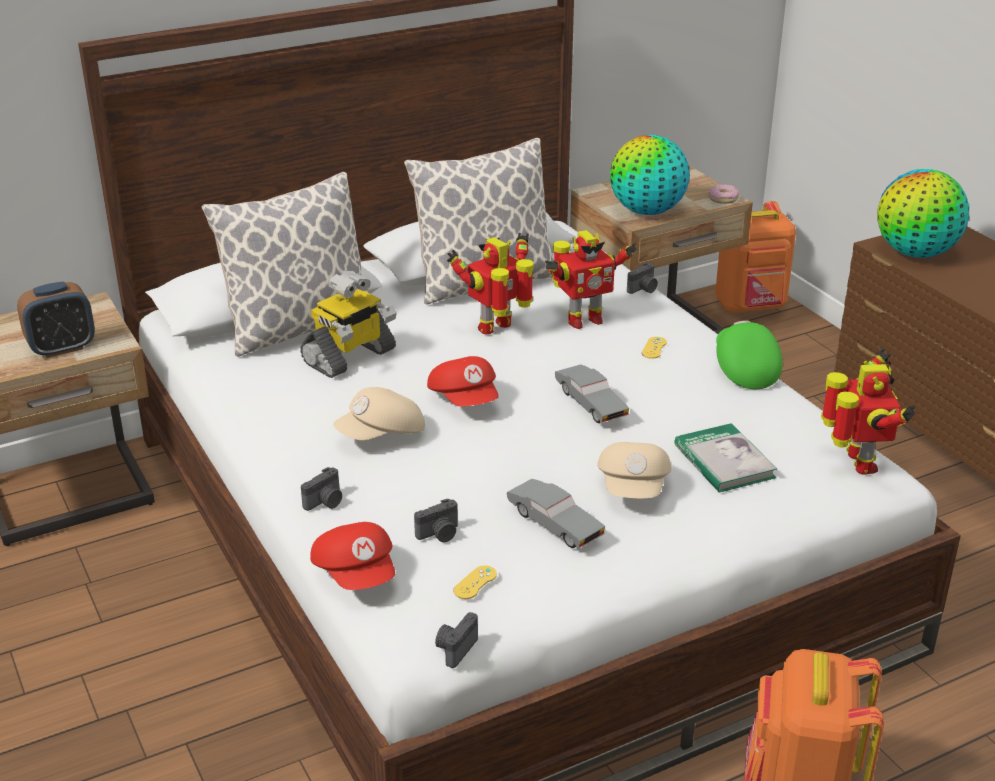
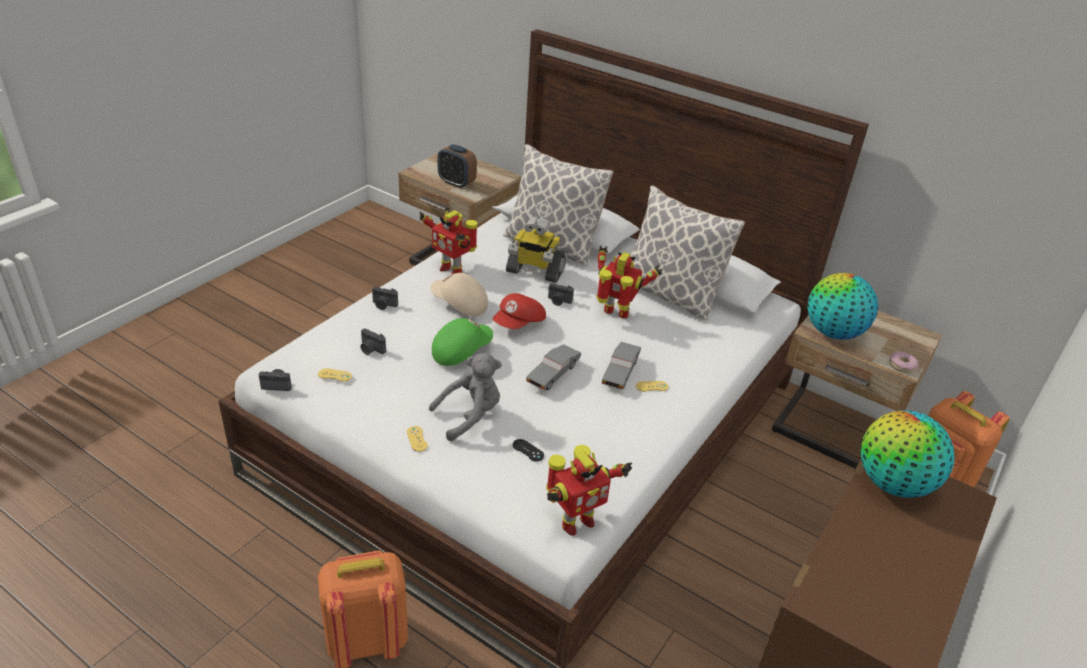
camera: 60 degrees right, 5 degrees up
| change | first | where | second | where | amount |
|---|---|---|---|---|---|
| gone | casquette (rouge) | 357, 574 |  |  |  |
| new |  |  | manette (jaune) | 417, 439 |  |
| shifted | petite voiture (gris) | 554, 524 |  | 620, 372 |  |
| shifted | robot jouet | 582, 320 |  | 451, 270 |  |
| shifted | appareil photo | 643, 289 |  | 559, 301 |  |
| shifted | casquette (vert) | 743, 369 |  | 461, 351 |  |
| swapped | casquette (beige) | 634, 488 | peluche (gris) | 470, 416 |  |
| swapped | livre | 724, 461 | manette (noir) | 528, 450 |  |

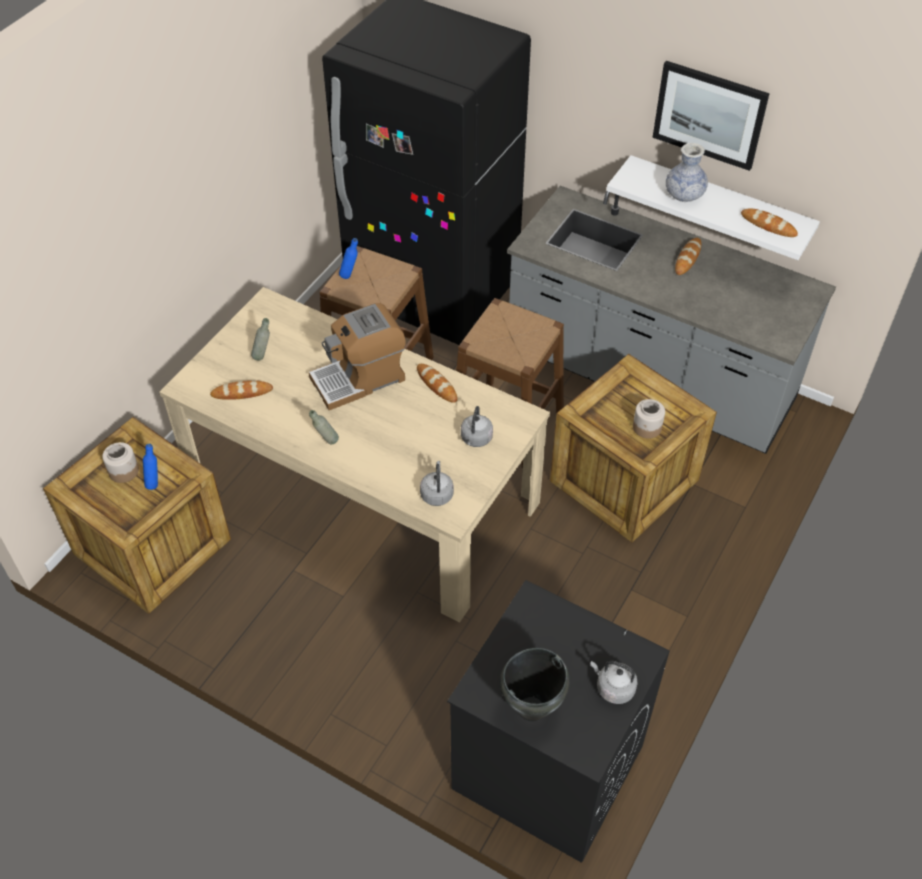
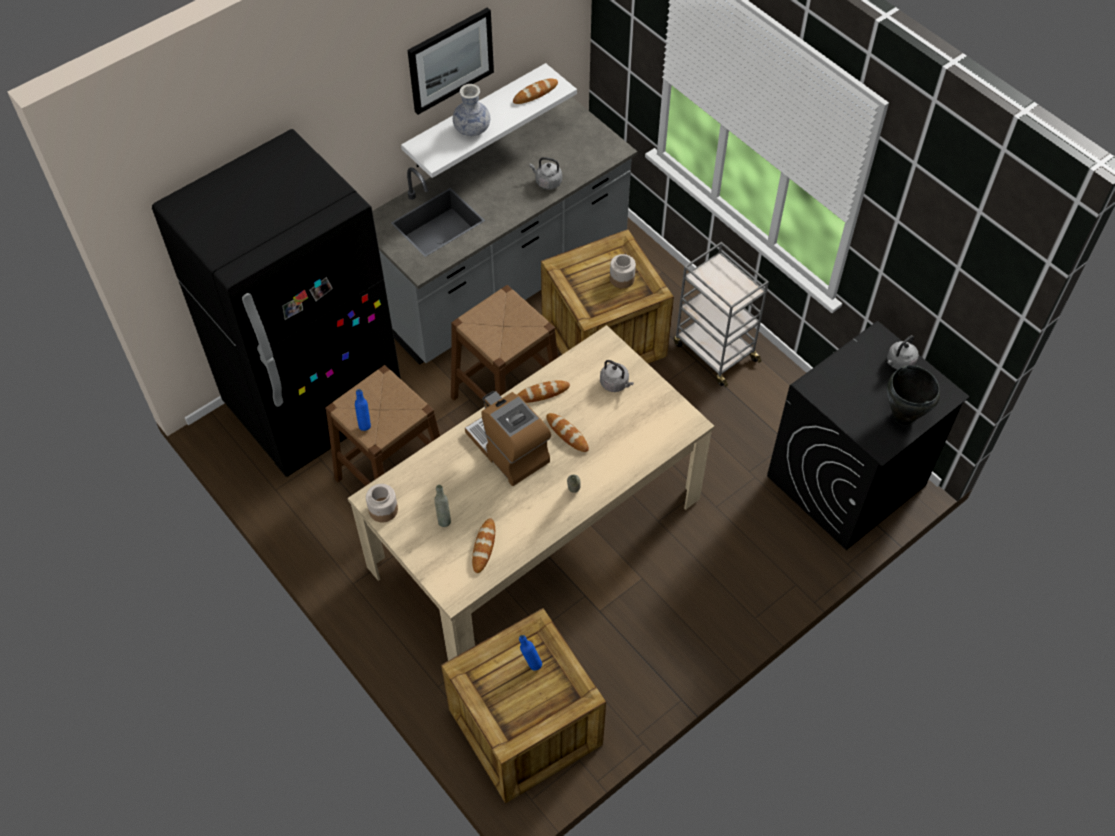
camera: 70 degrees left, 5 degrees up
| change | first | where | second | where | amount |
|---|---|---|---|---|---|
| new |  |  | chariot (gris) | 714, 351 |  |
| shifted | bocal | 124, 470 |  | 383, 509 |  |
| shifted | bouilloire (gris) | 437, 493 |  | 547, 182 |  |
| shifted | pain | 688, 258 |  | 567, 434 |  |
| rotated | machine à café | 359, 378 |  | 508, 449 | 150 degrees clockwise |

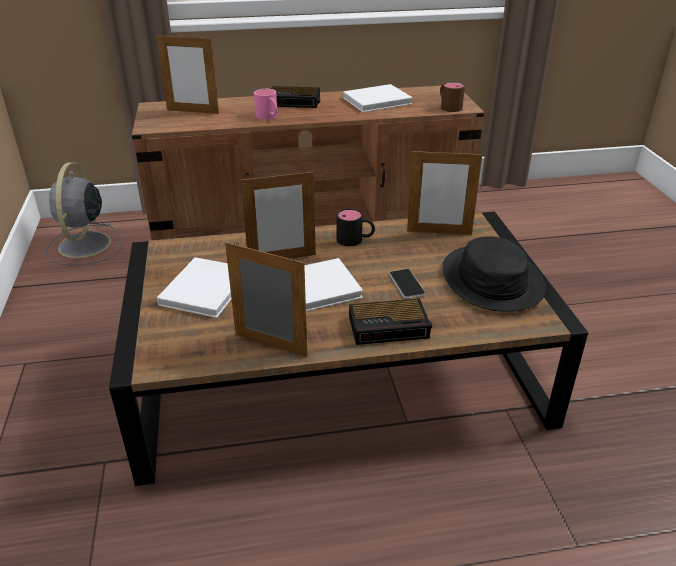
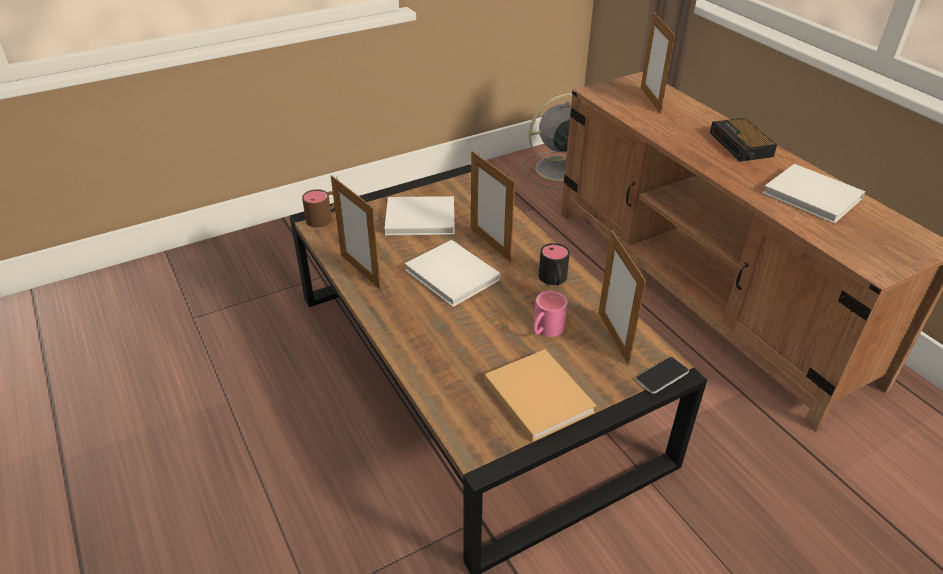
camera: 70 degrees right, 5 degrees up
| change | first | where | second | where | amount |
|---|---|---|---|---|---|
| gone | réveil | 390, 327 |  |  |  |
| shifted | mug (rose) | 269, 117 |  | 545, 330 |  |
| shifted | téléphone | 406, 284 |  | 662, 376 |  |
| shifted | mug (marron) | 448, 106 |  | 324, 217 |  |
| swapped | chapeau (noir) | 491, 280 | livre (beige) | 536, 394 |  |
| rotated | cadre photo | 270, 345 |  | 360, 271 | 135 degrees clockwise |

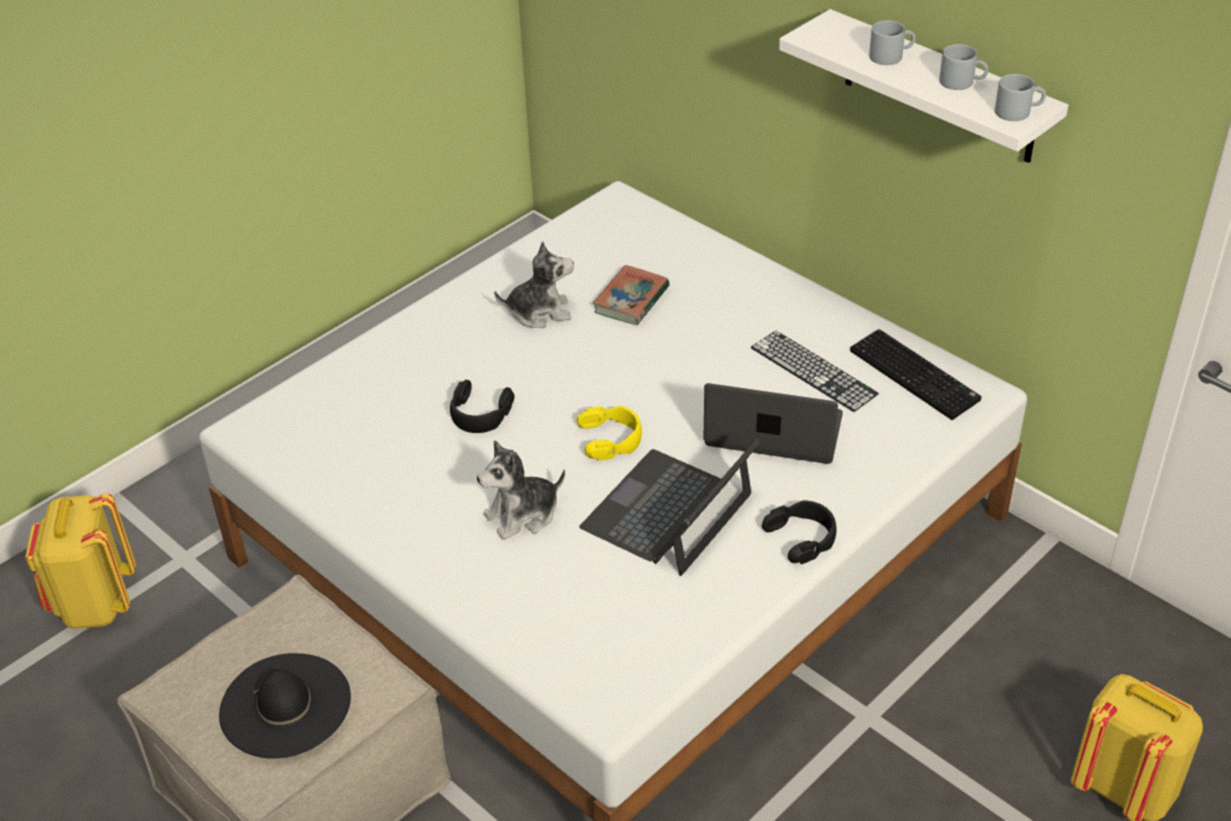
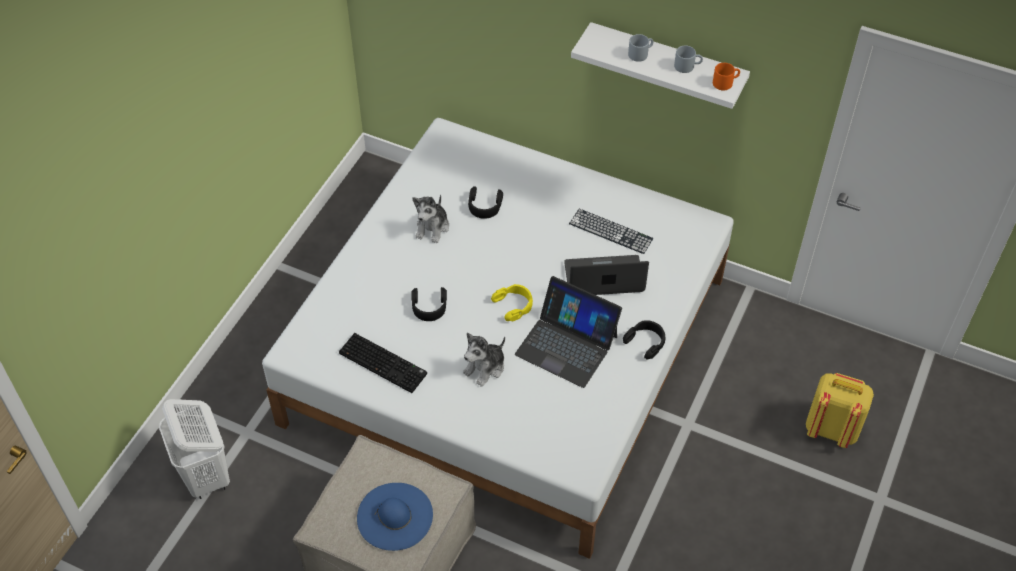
camera: 20 degrees left, 10 degrees up
| change | first | where | second | where | amount |
|---|---|---|---|---|---|
| shifted | clavier | 916, 375 |  | 384, 363 |  |
| swapped | sac à dos (jaune) | 95, 604 | panier à linge (blanc) | 206, 477 |  |
| swapped | livre | 631, 300 | casque audio (noir) | 484, 206 |  |
| repainted | chapeau (noir) | 285, 705 | chapeau (bleu) | 395, 516 |  |
| repainted | mug (gris) | 1018, 111 | mug (orange) | 725, 82 |  |
| rotated | peluche | 539, 312 |  | 432, 227 | 135 degrees clockwise |
| rotated | ordinateur portable | 669, 512 |  | 567, 345 | 75 degrees counterclockwise |

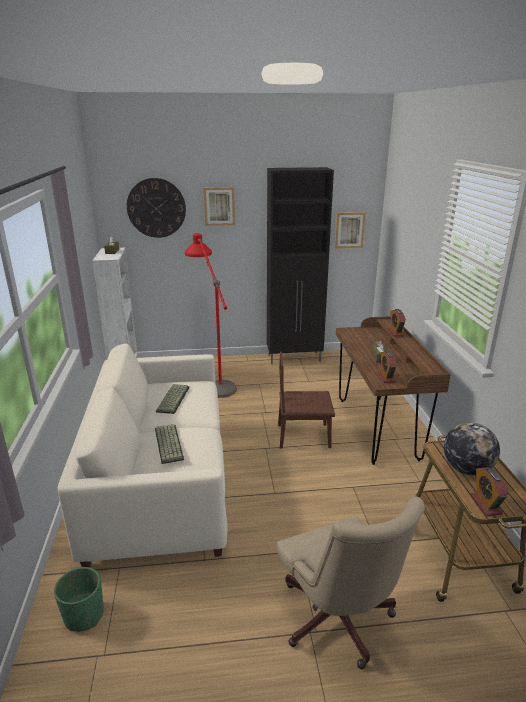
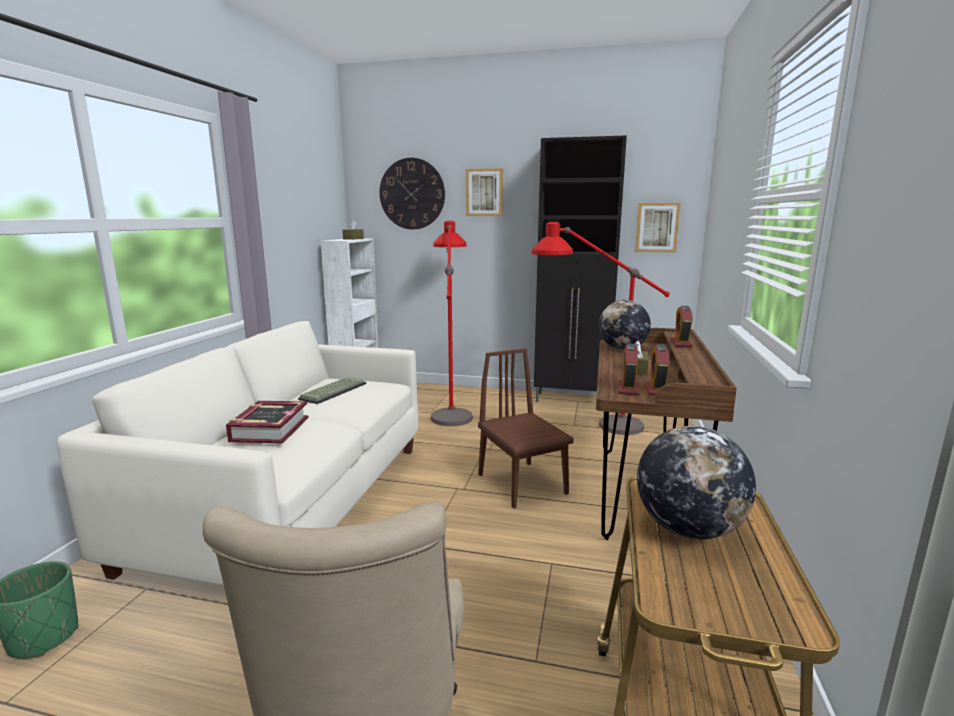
camera: 20 degrees right, 10 degrees down
| change | first | where | second | where | amount |
|---|---|---|---|---|---|
| new |  |  | lampadaire (rouge) | 591, 428 |  |
| new |  |  | globe | 622, 349 |  |
| shifted | réveil | 486, 504 |  | 657, 390 |  |
| swapped | clavier | 167, 443 | livre | 269, 429 |  |
| rotated | chaise (marron) | 303, 436 |  | 522, 484 | 45 degrees clockwise |

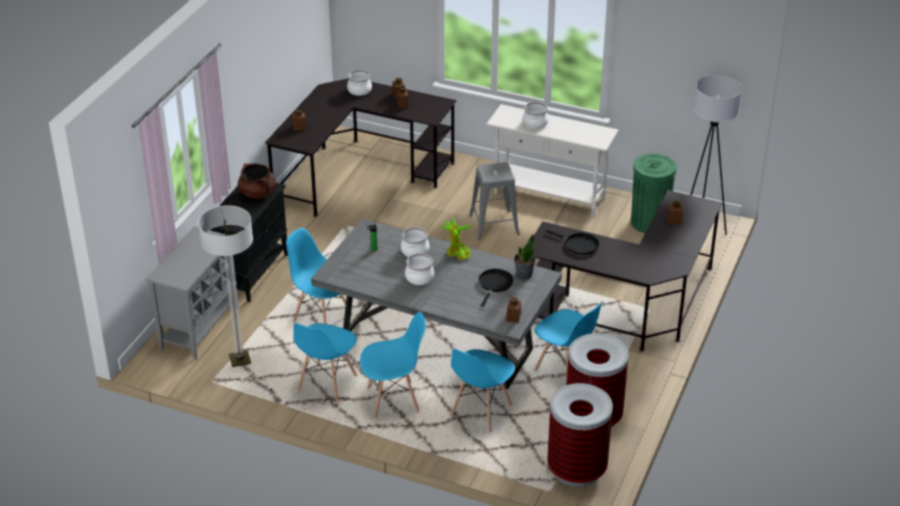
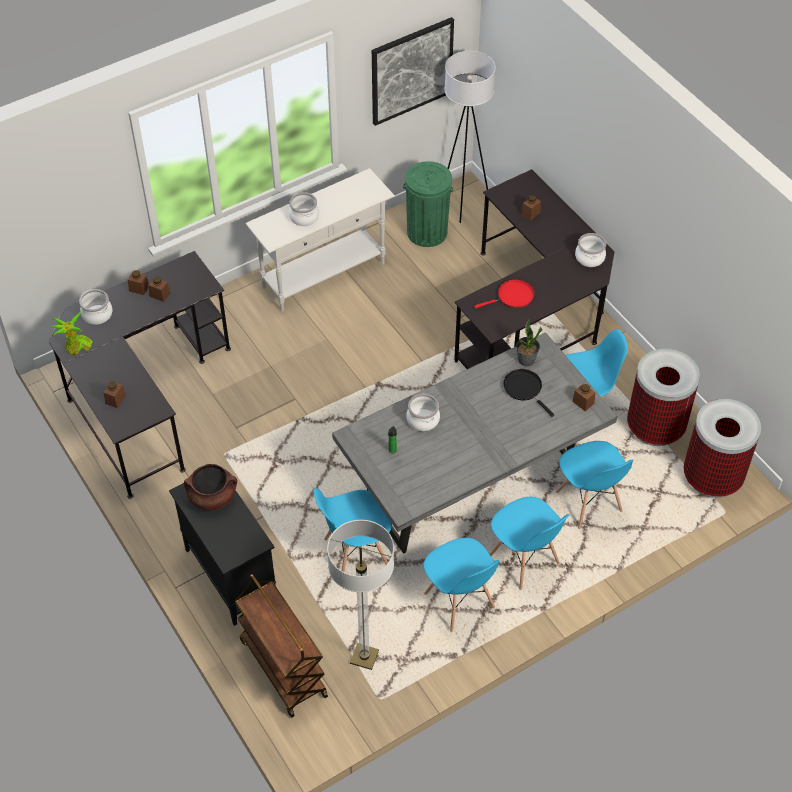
camera: 55 degrees left, 15 degrees up
| change | first | where | second | where | amount |
|---|---|---|---|---|---|
| gone | tabouret (gris) | 494, 224 |  |  |  |
| new |  |  | tableau | 411, 71 |  |
| shifted | marmite | 419, 277 |  | 589, 258 |  |
| shifted | plante en pot | 457, 254 |  | 76, 347 |  |
| swapped | meuble de rangement (gris) | 200, 327 | chariot (marron) | 282, 667 |  |
| repainted | poêle (noir) | 579, 245 | poêle (rouge) | 513, 297 |  |
| rotated | chaise (bleu) | 393, 400 |  | 524, 560 | 120 degrees clockwise |

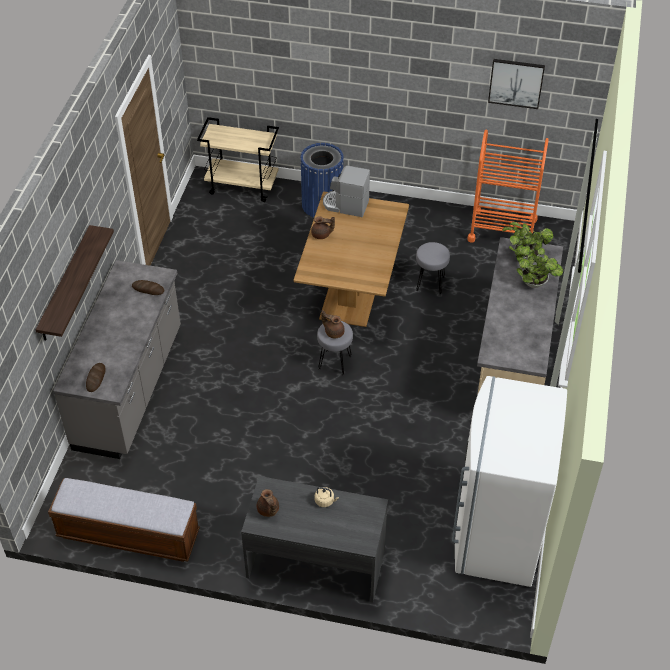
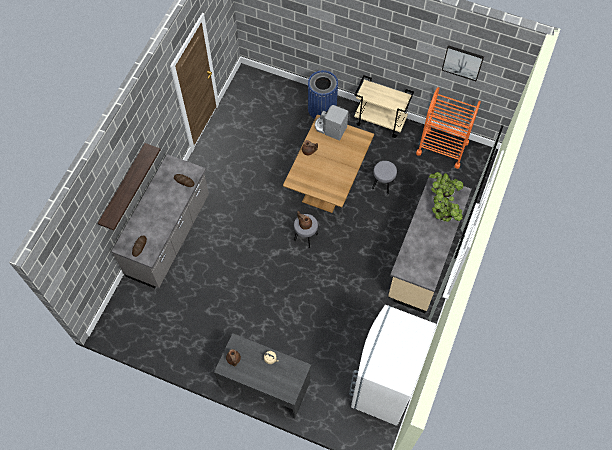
camera: 10 degrees right, 15 degrees up
| change | first | where | second | where | amount |
|---|---|---|---|---|---|
| gone | banc | 128, 534 |  |  |  |
| shifted | chariot (beige) | 243, 186 |  | 380, 121 |  |

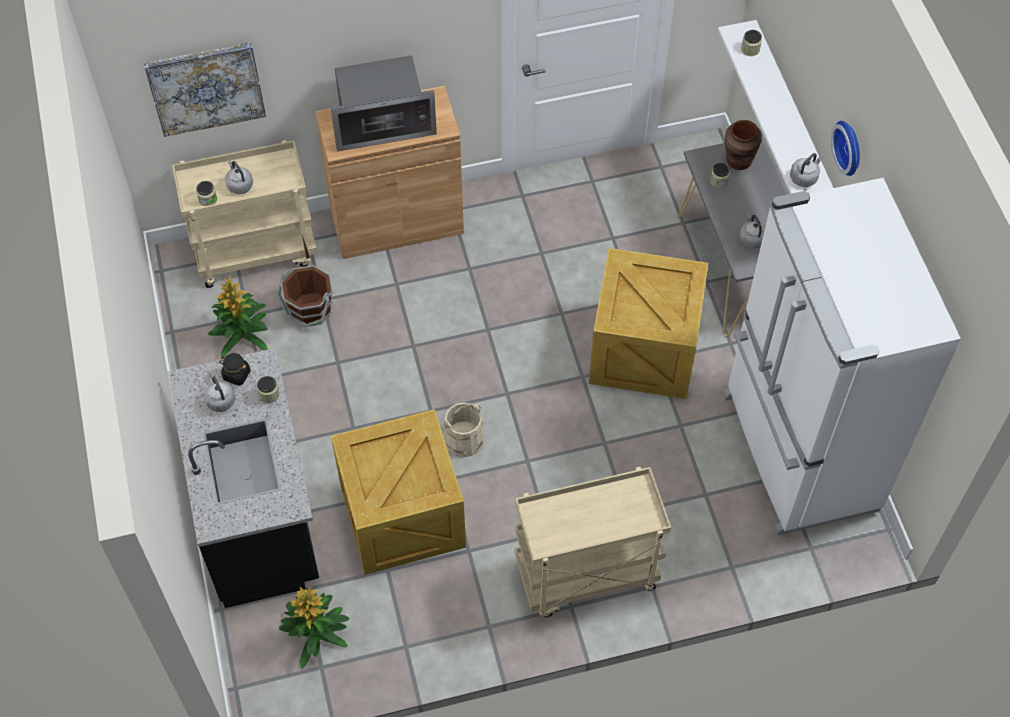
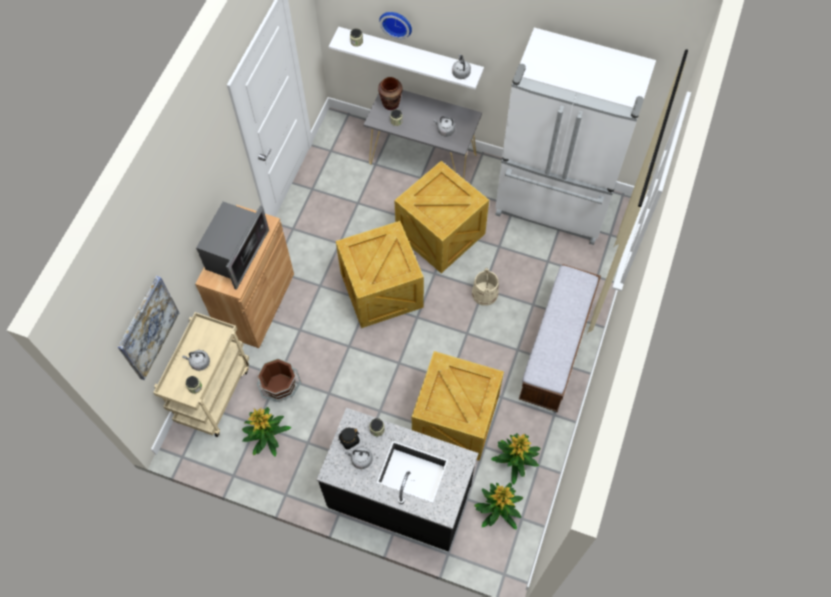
camera: 55 degrees left, 5 degrees up
| change | first | where | second | where | amount |
|---|---|---|---|---|---|
| new |  |  | caisse | 382, 289 |  |
| new |  |  | plante en pot | 515, 459 |  |
| shifted | seau (beige) | 464, 439 |  | 485, 293 |  |
| shifted | horloge murale | 850, 147 |  | 396, 22 |  |
| swapped | chariot (beige) | 585, 575 | banc | 556, 348 |  |

